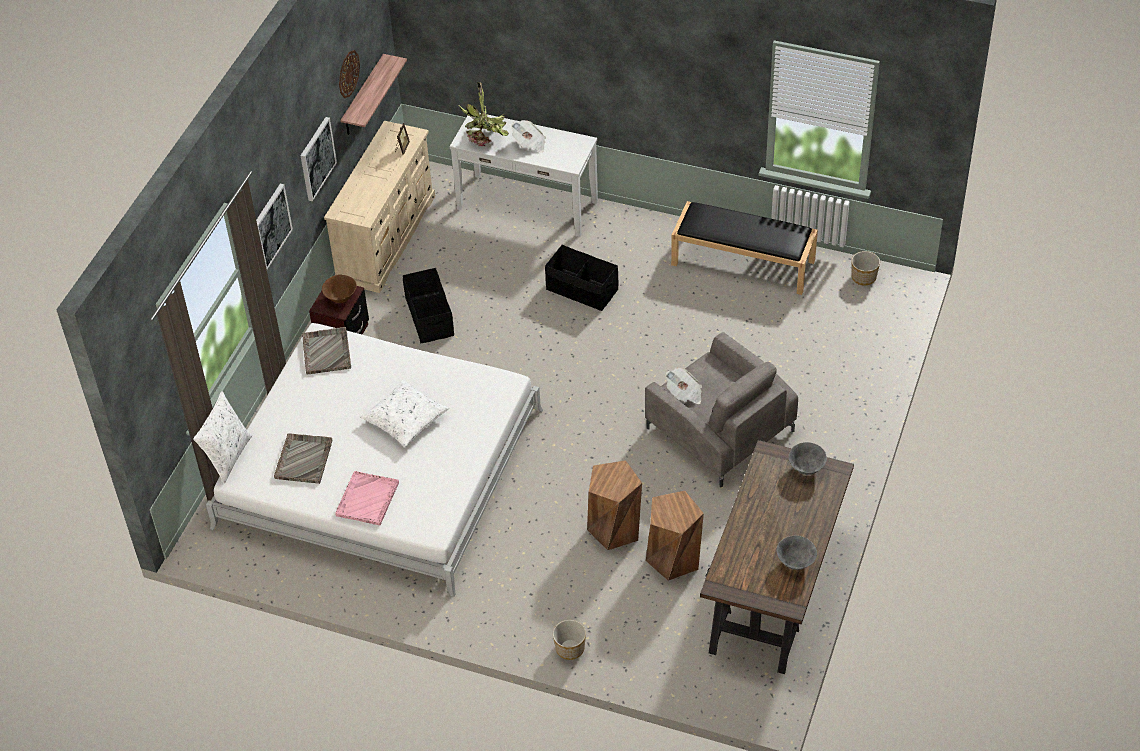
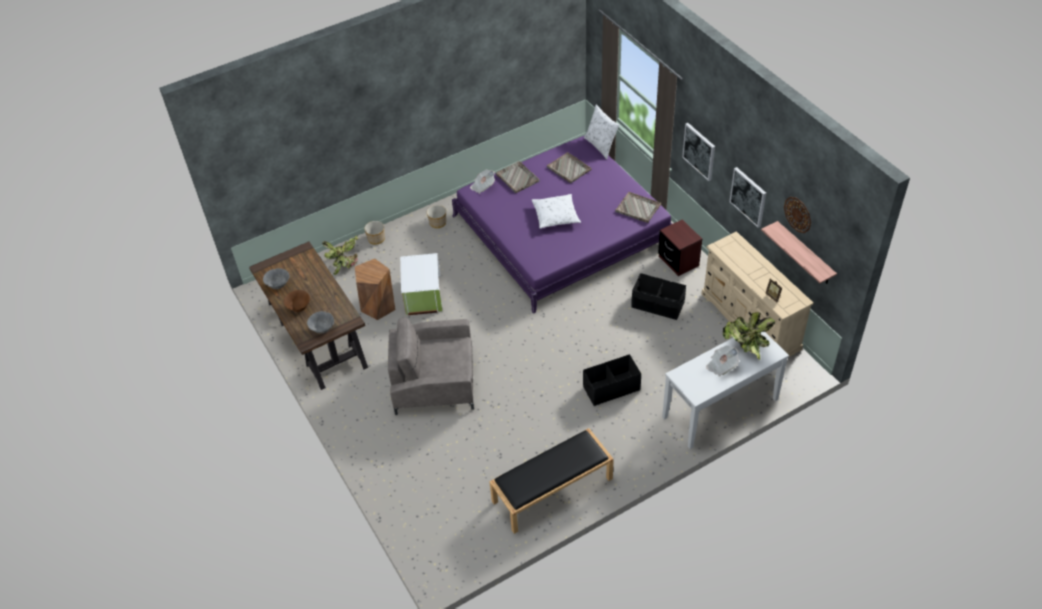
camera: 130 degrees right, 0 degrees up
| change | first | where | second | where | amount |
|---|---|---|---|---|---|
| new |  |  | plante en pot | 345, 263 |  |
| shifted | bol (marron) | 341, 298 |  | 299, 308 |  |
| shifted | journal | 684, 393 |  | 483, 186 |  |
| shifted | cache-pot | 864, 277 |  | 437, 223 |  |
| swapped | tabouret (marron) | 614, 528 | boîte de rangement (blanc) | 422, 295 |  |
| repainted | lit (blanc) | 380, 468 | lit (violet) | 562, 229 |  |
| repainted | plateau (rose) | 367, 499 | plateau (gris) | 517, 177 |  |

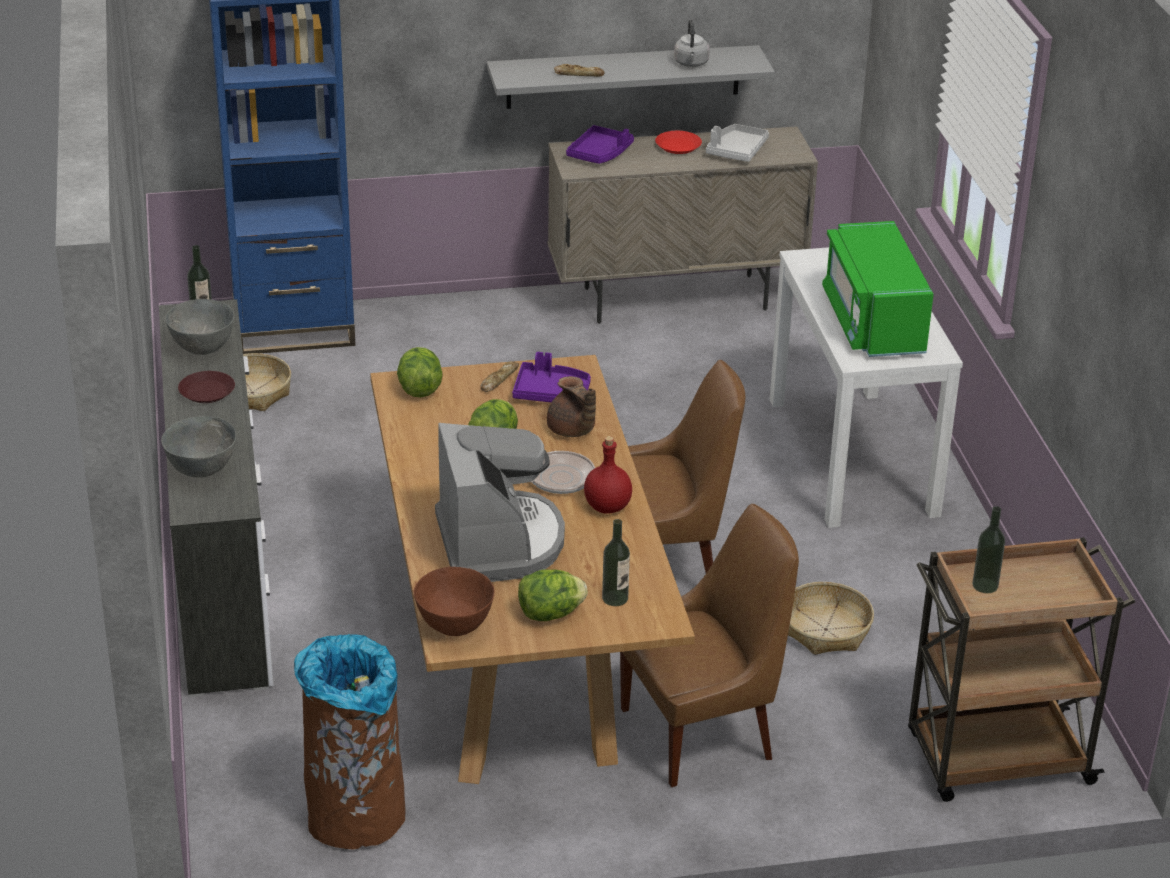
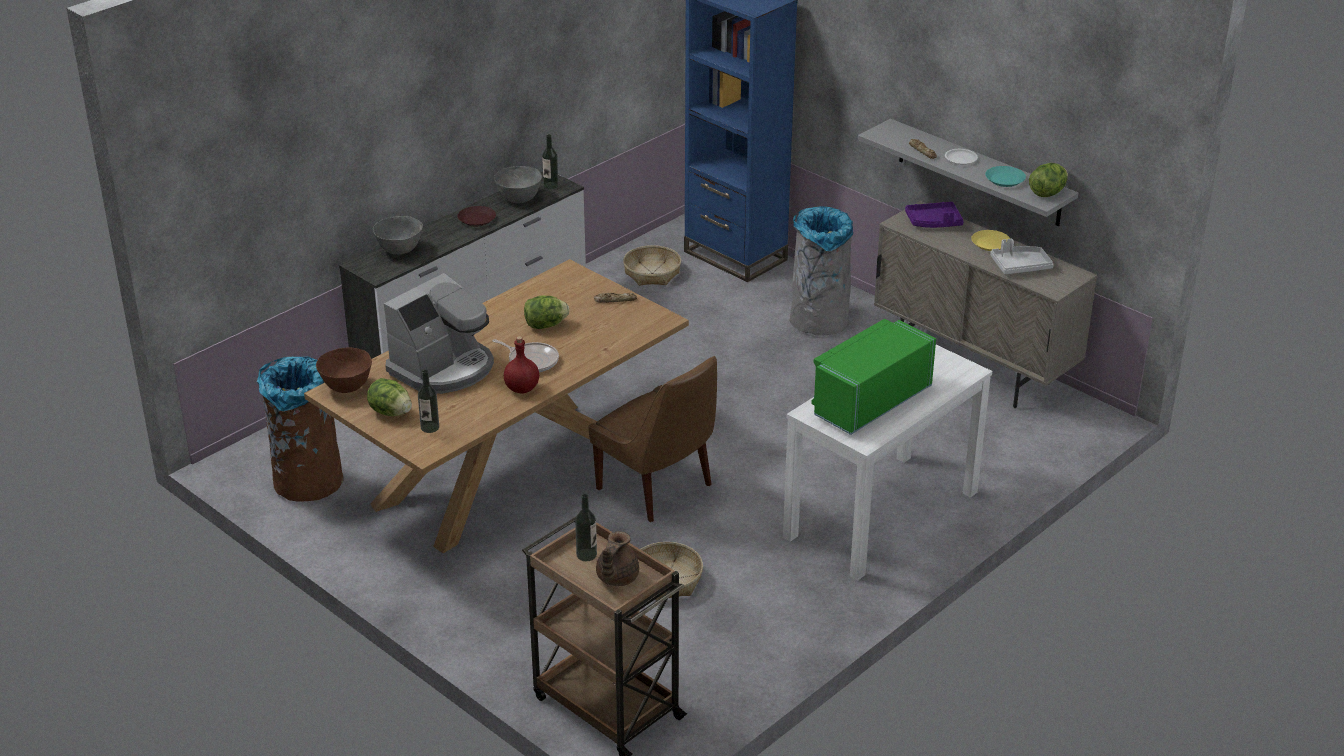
camera: 55 degrees right, 0 degrees up
| change | first | where | second | where | amount |
|---|---|---|---|---|---|
| gone | plateau (violet) | 551, 393 |  |  |  |
| gone | chaise (marron) | 702, 732 |  |  |  |
| new |  |  | poubelle (gris) | 818, 321 |  |
| new |  |  | assiette (blanc) | 961, 159 |  |
| shifted | laitue | 419, 389 |  | 1047, 193 |  |
| shifted | théière (marron) | 572, 431 |  | 616, 578 |  |
| swapped | bouilloire (gris) | 691, 64 | assiette (turquoise) | 1005, 180 |  |
| repainted | assiette (rouge) | 677, 146 | assiette (jaune) | 990, 244 |  |

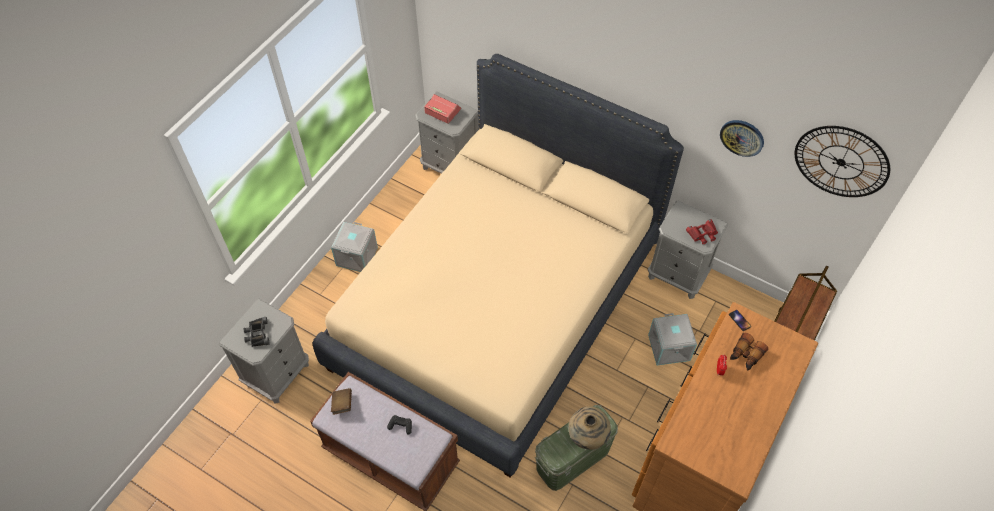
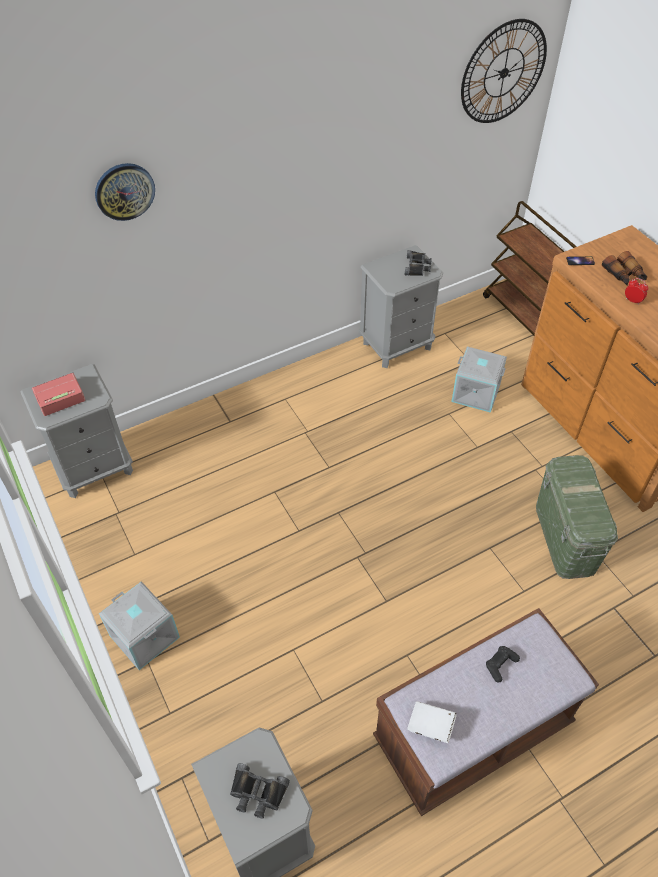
camera: 60 degrees left, 5 degrees down
| change | first | where | second | where | amount |
|---|---|---|---|---|---|
| gone | lit (beige) | 497, 306 |  |  |  |
| gone | vase (beige) | 587, 437 |  |  |  |
| shifted | horloge murale | 742, 137 |  | 124, 191 |  |
| repainted | livre (marron) | 342, 404 | livre (blanc) | 430, 726 |  |
| repainted | jumelles (rouge) | 703, 234 | jumelles (noir) | 417, 266 |  |

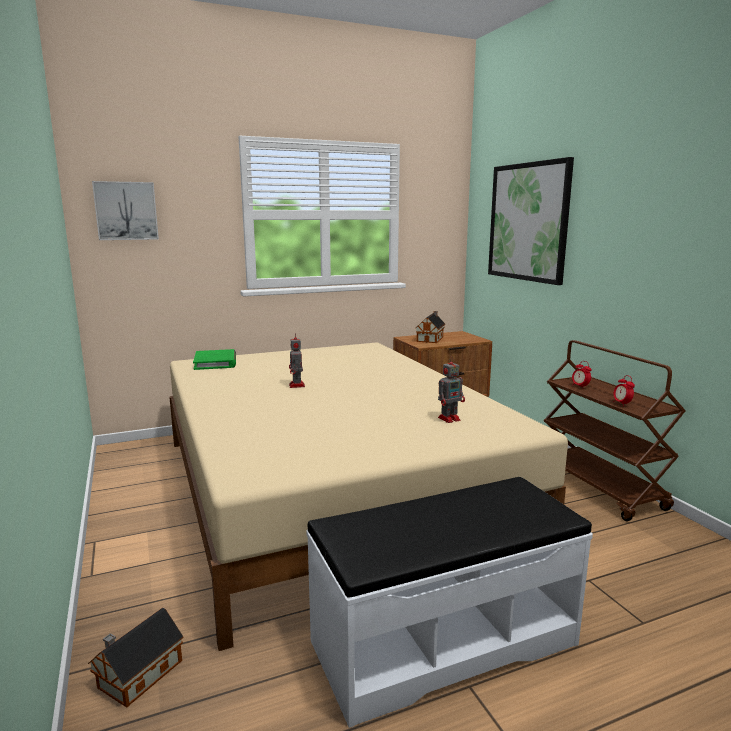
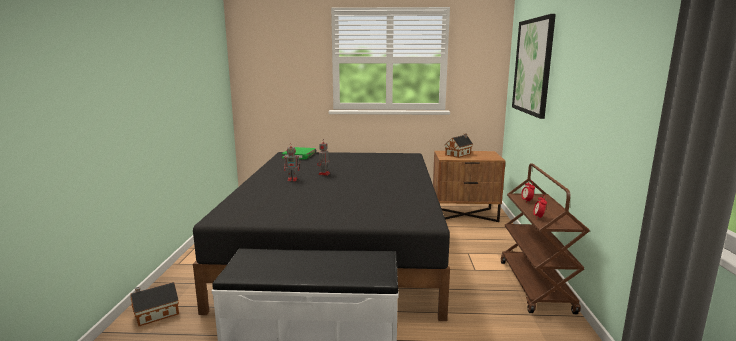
camera: 25 degrees right, 0 degrees up
| change | first | where | second | where | amount |
|---|---|---|---|---|---|
| gone | tableau | 126, 211 |  |  |  |
| shifted | robot jouet | 450, 418 |  | 293, 179 |  |
| repainted | lit (beige) | 329, 489 | lit (noir) | 340, 246 |  |

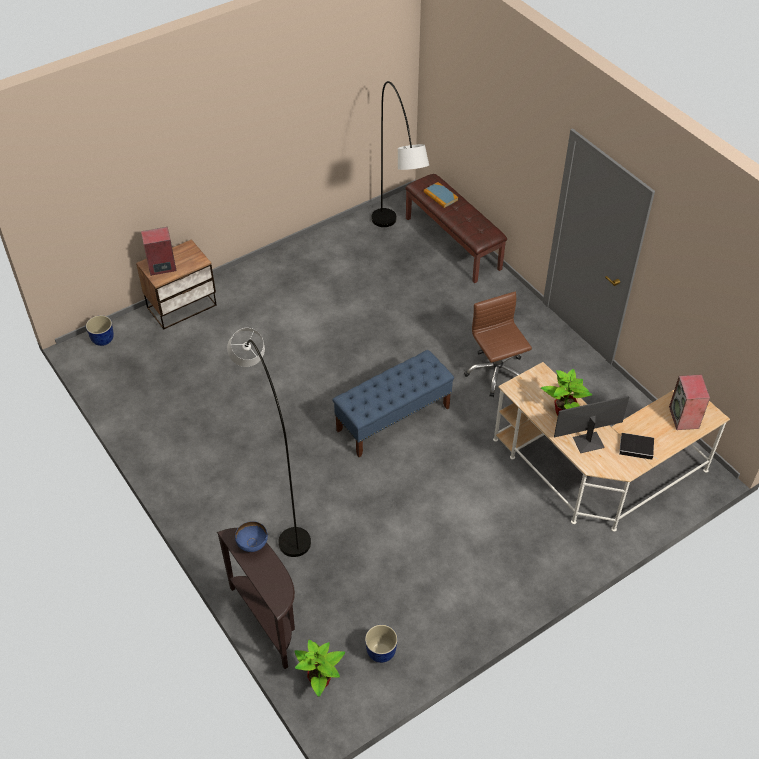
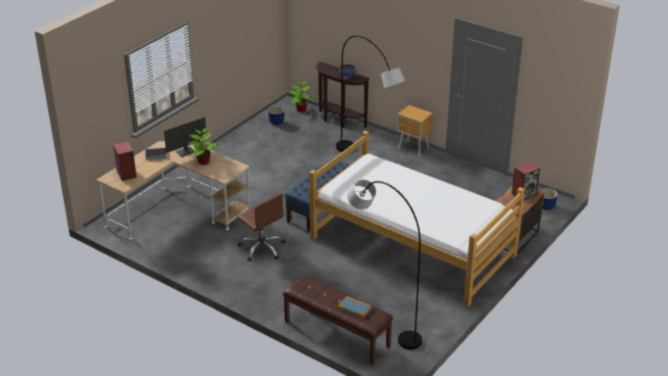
camera: 160 degrees right, 15 degrees down
| change | first | where | second | where | amount |
|---|---|---|---|---|---|
| new |  |  | lit | 412, 247 |  |
| new |  |  | table de chevet (marron) | 413, 149 |  |

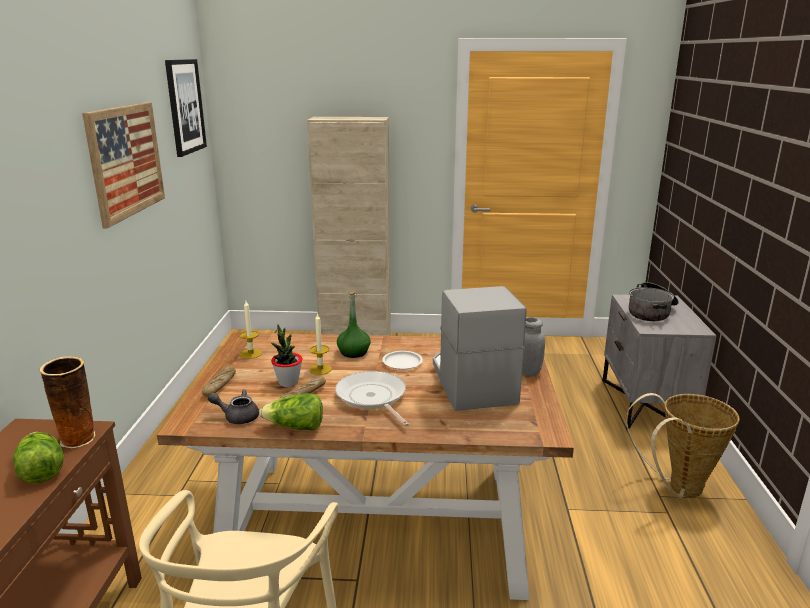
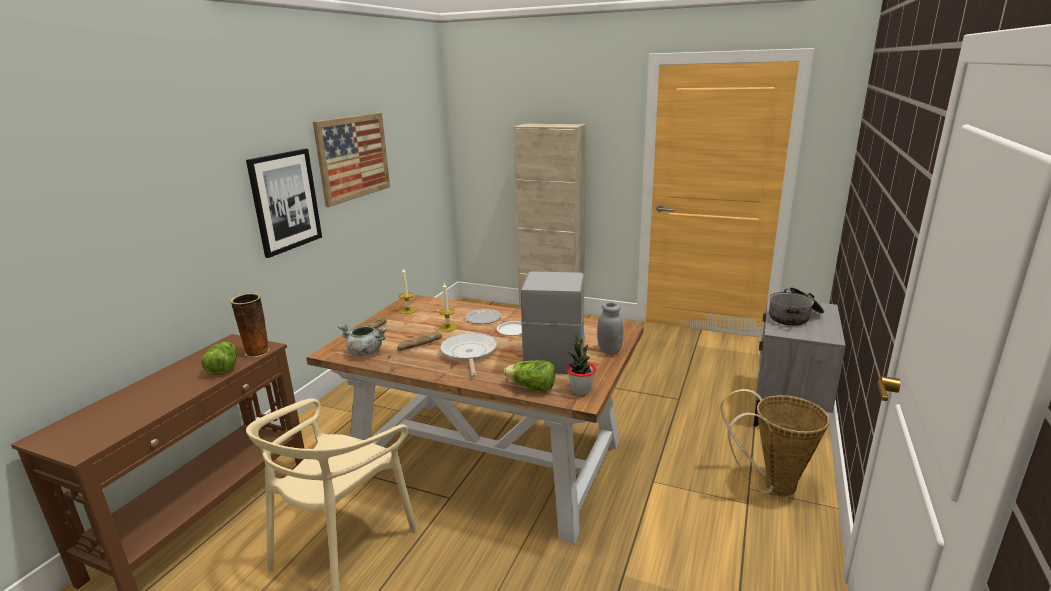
camera: 20 degrees right, 0 degrees up
| change | first | where | second | where | amount |
|---|---|---|---|---|---|
| shifted | tableau | 185, 106 |  | 285, 201 |  |
| shifted | laitue | 295, 427 |  | 531, 387 |  |
| shifted | plante en pot | 288, 382 |  | 581, 390 |  |
| swapped | théière (gris) | 237, 416 | marmite (gris) | 365, 353 |  |
| swapped | bouteille (vert) | 354, 352 | assiette | 482, 318 |  |

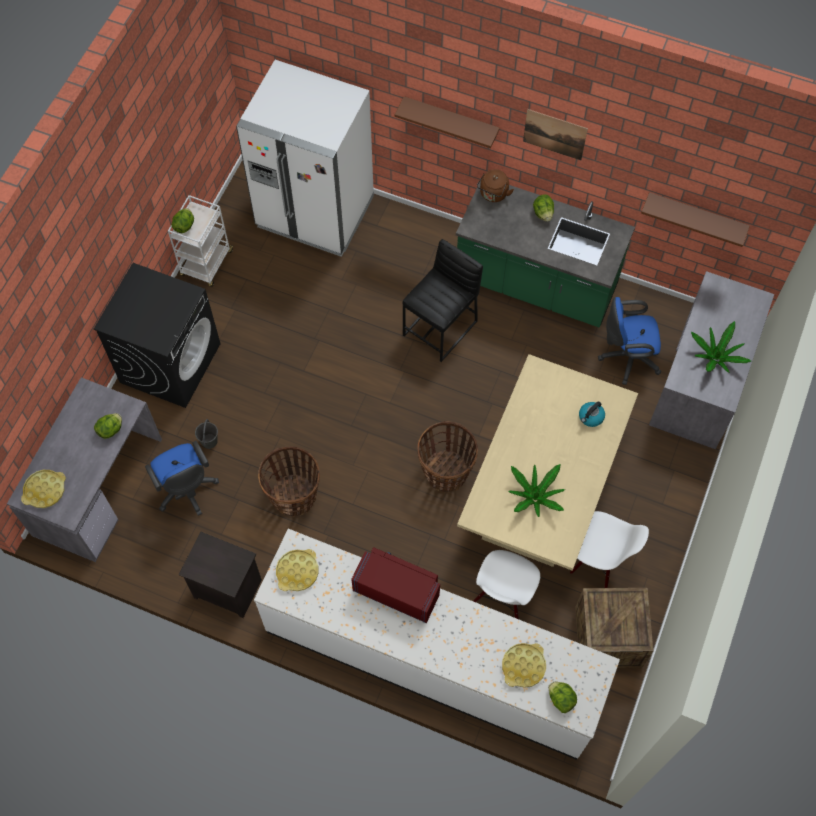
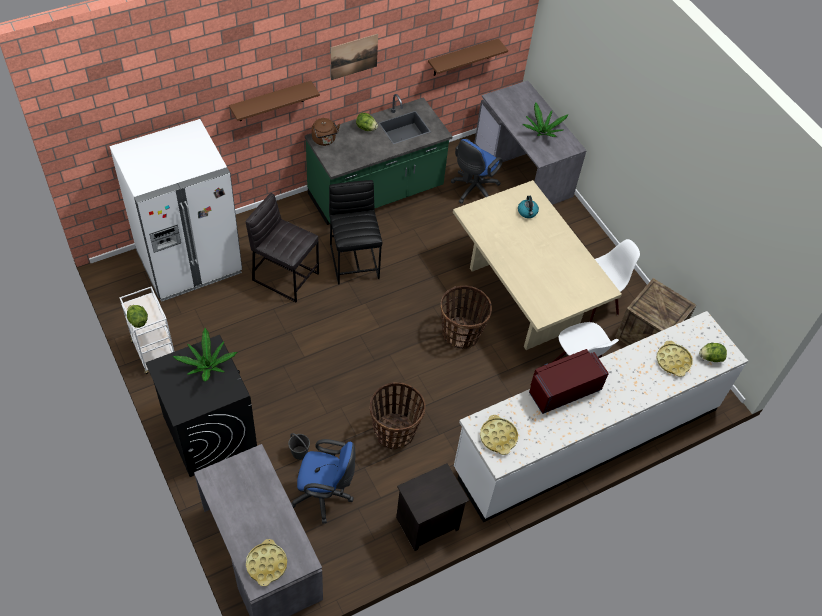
camera: 55 degrees left, 10 degrees down
| change | first | where | second | where | amount |
|---|---|---|---|---|---|
| gone | laitue | 111, 430 |  |  |  |
| new |  |  | tabouret (gris) | 285, 276 |  |
| shifted | plante en pot | 535, 496 |  | 207, 366 |  |

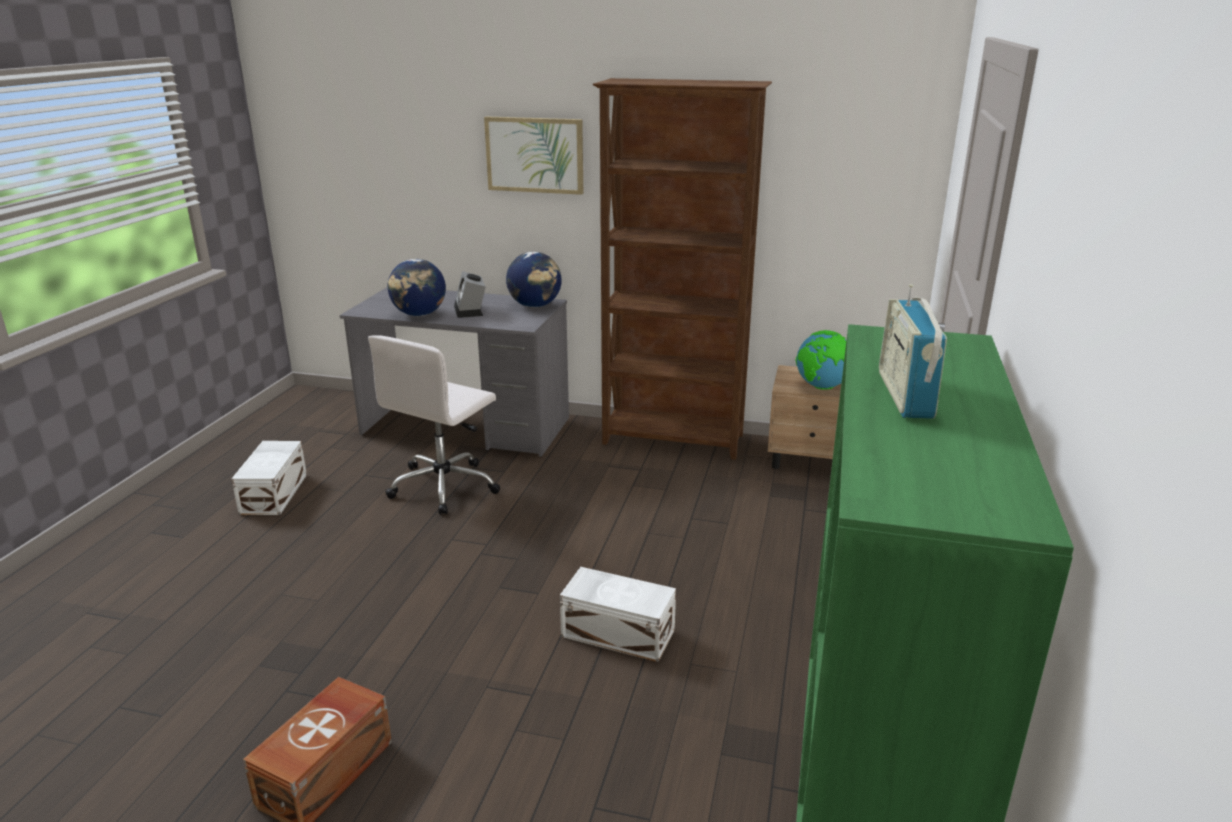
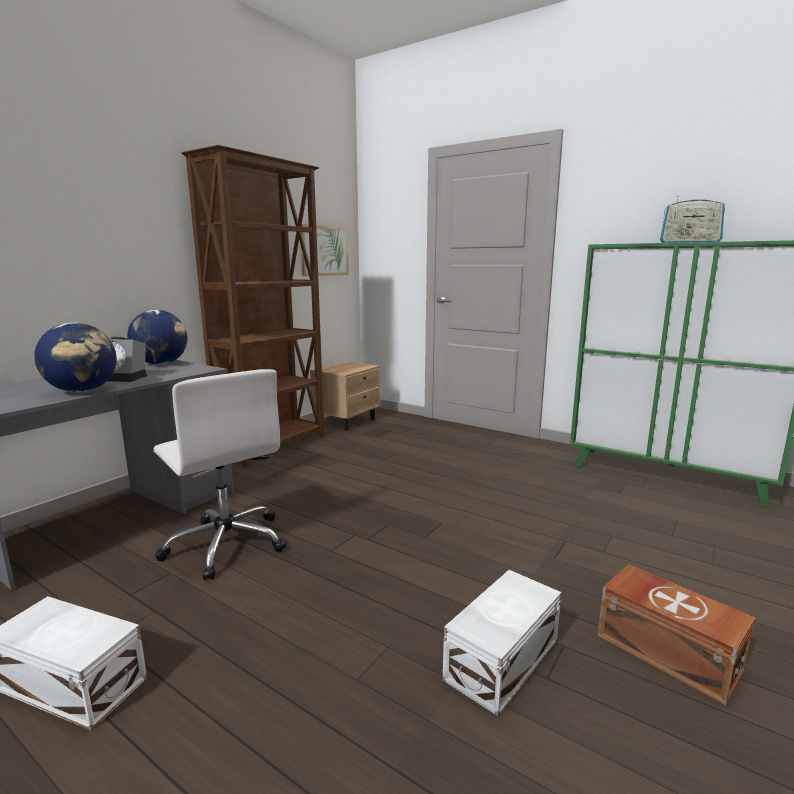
camera: 70 degrees left, 10 degrees down
| change | first | where | second | where | amount |
|---|---|---|---|---|---|
| gone | globe | 822, 387 |  |  |  |
| shifted | tableau | 535, 155 |  | 323, 251 |  |
| shifted | boîte de rangement (blanc) | 617, 632 |  | 499, 660 |  |

